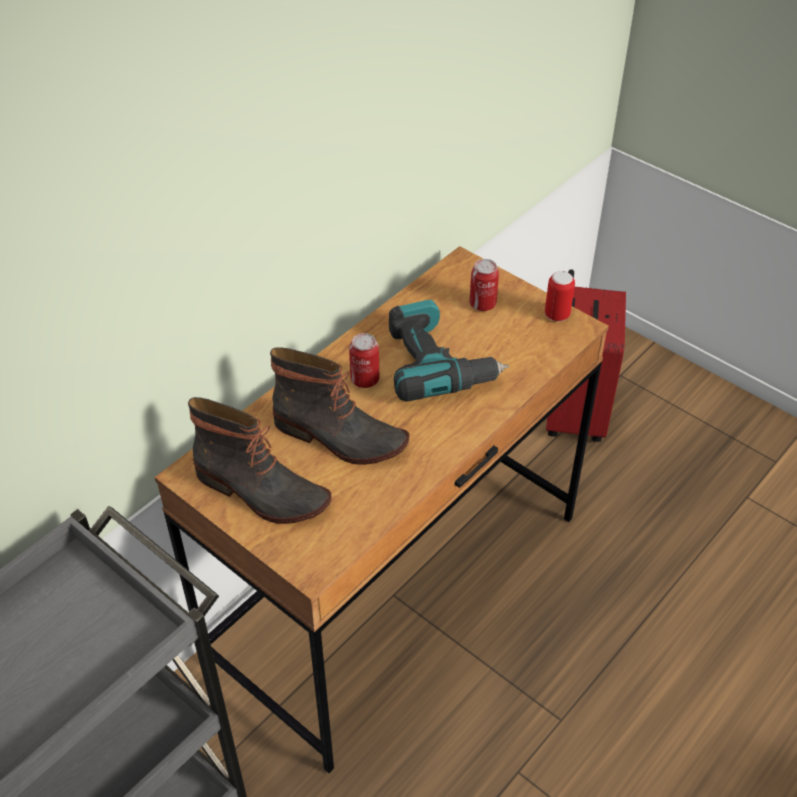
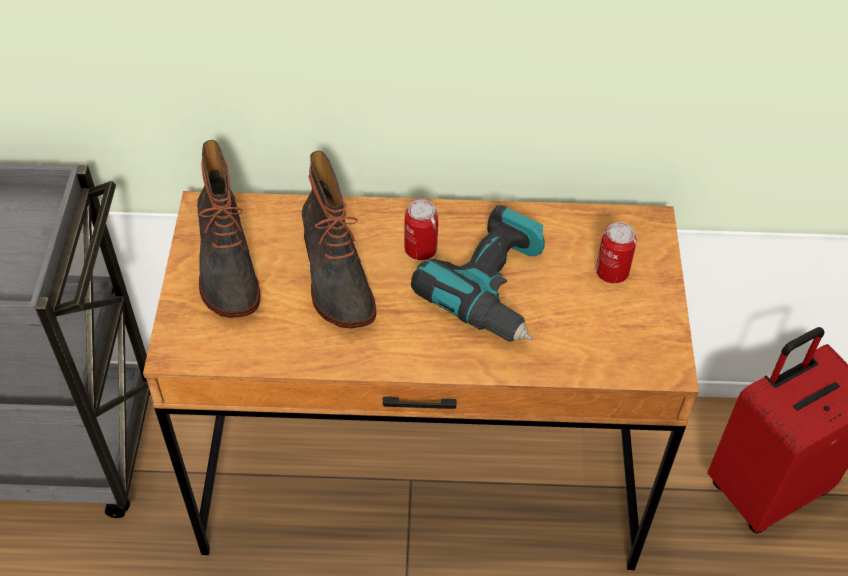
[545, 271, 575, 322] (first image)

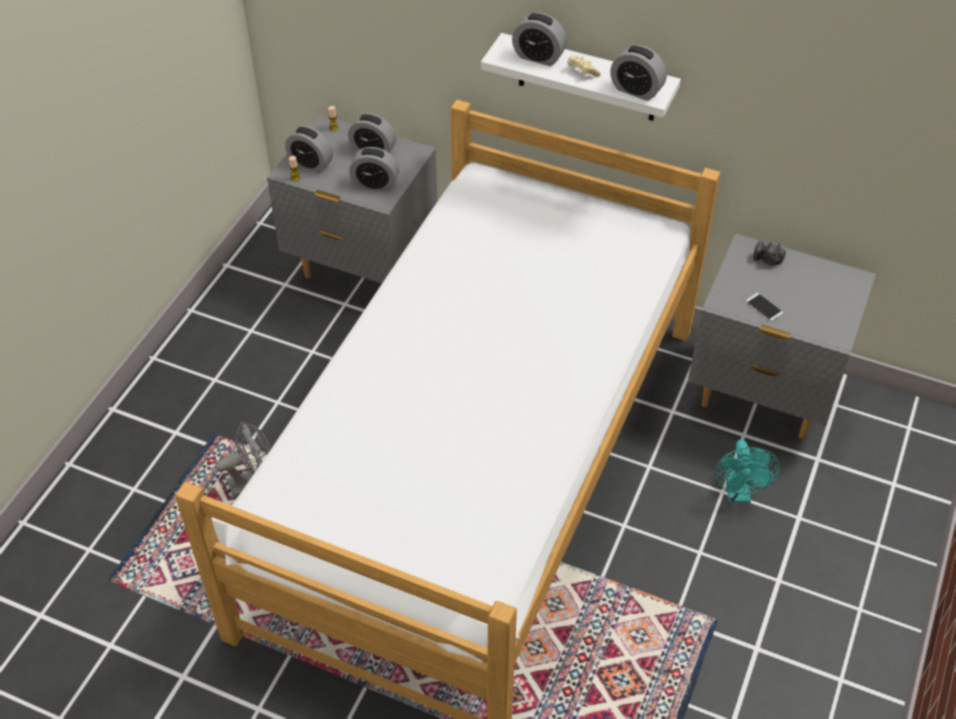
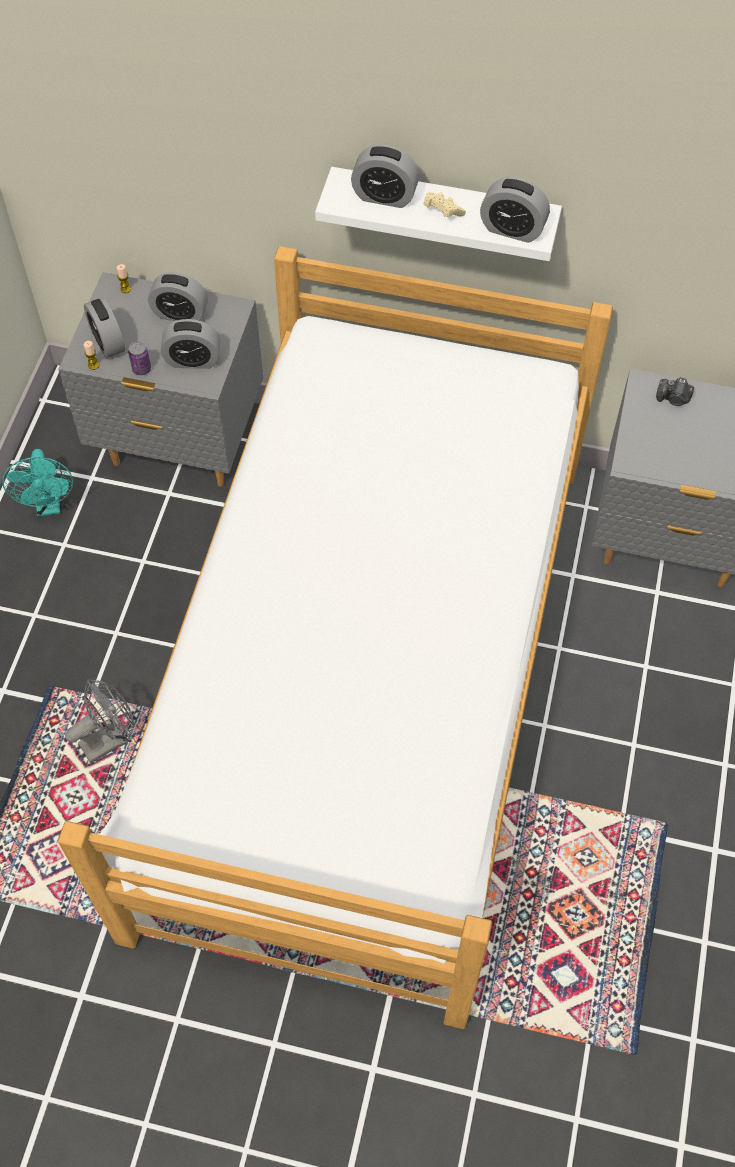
[746, 293, 783, 321] (first image)
[128, 342, 151, 375]
[2, 449, 73, 516]
[84, 297, 125, 359]

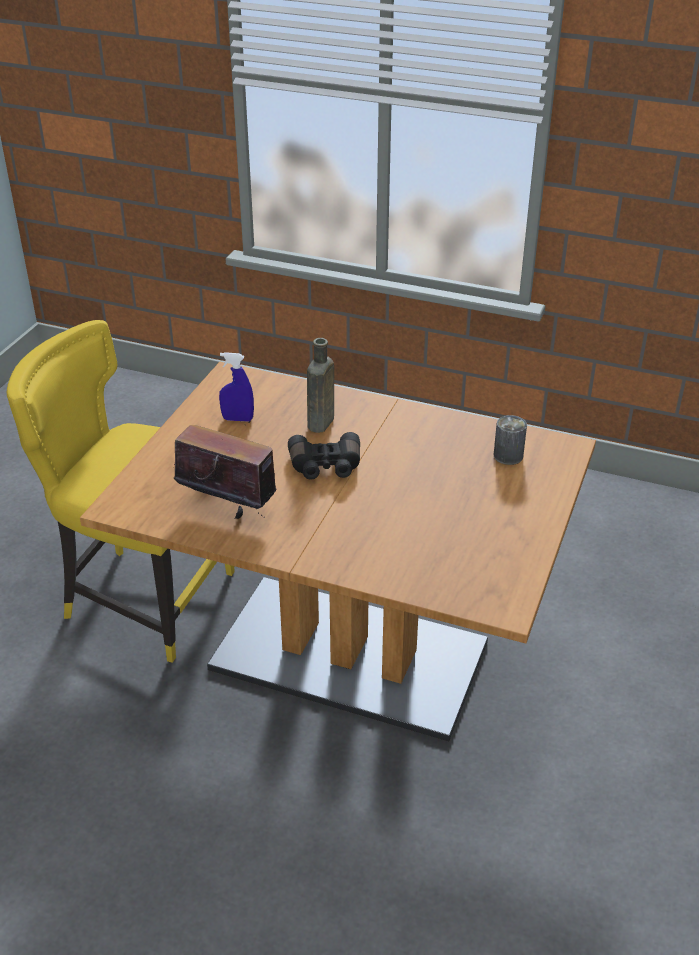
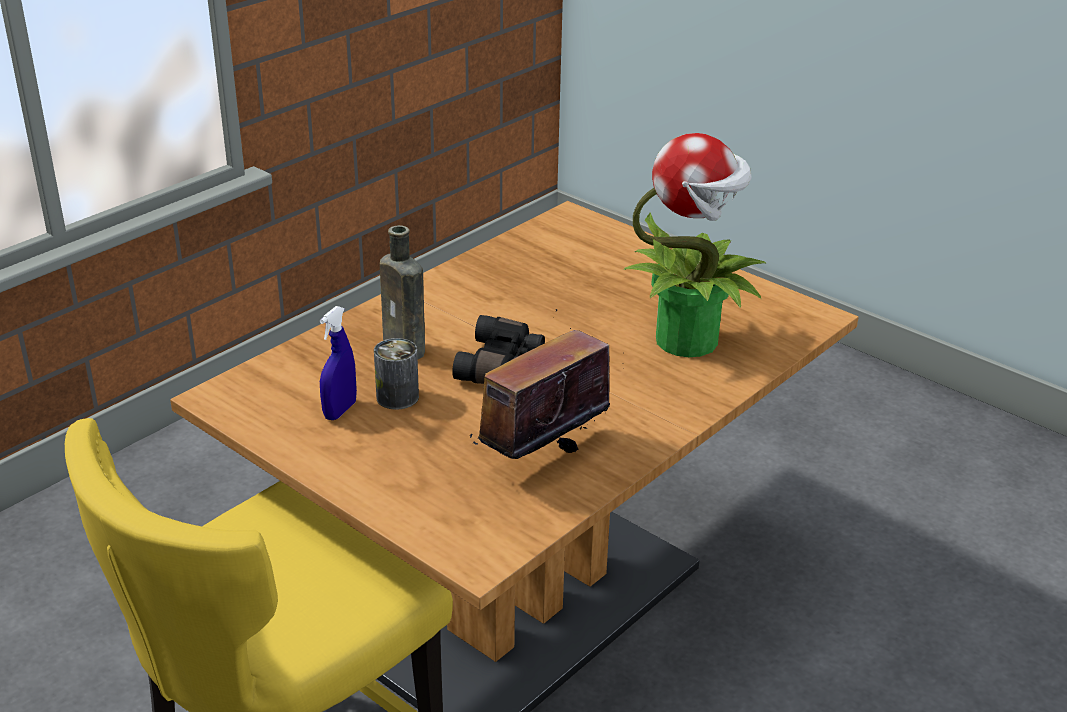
[623, 133, 767, 357]
[374, 338, 419, 410]

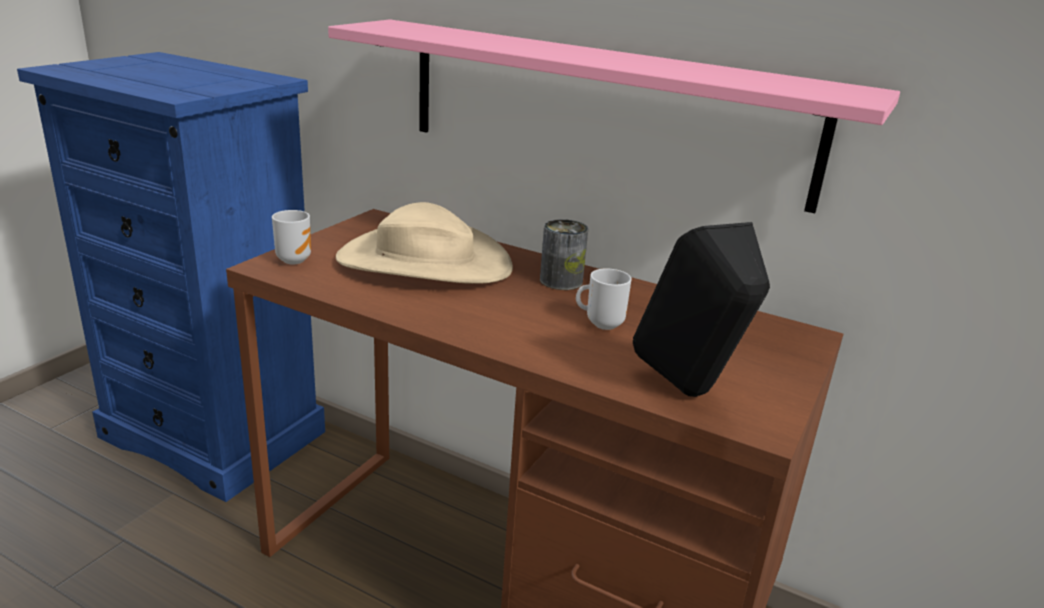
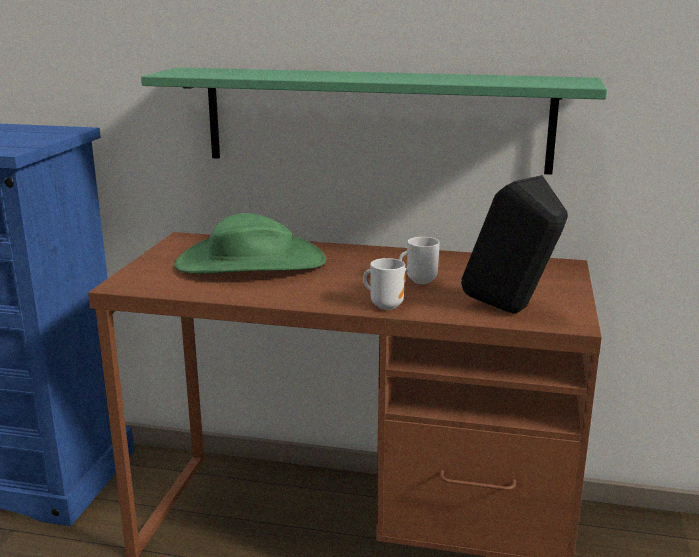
[540, 219, 588, 290] (first image)
[363, 258, 405, 310]
[141, 67, 607, 175]
[174, 213, 326, 274]

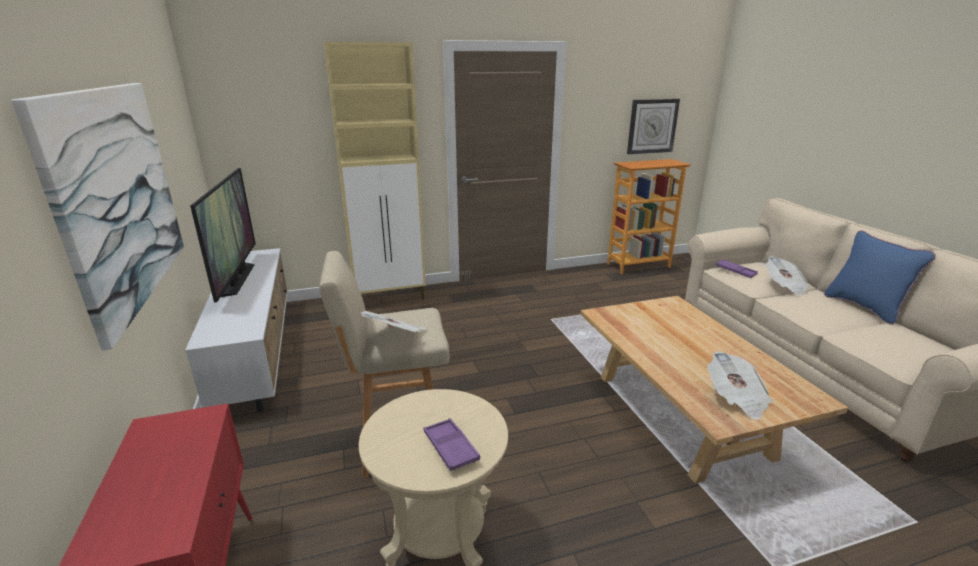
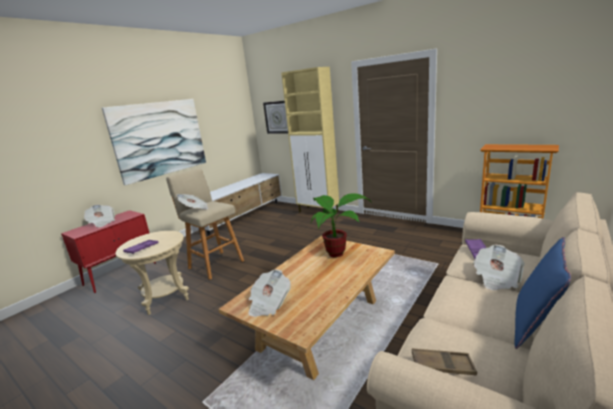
[190, 168, 256, 303] (first image)
[84, 205, 115, 227]
[311, 193, 372, 258]
[412, 348, 477, 376]
[263, 101, 288, 134]

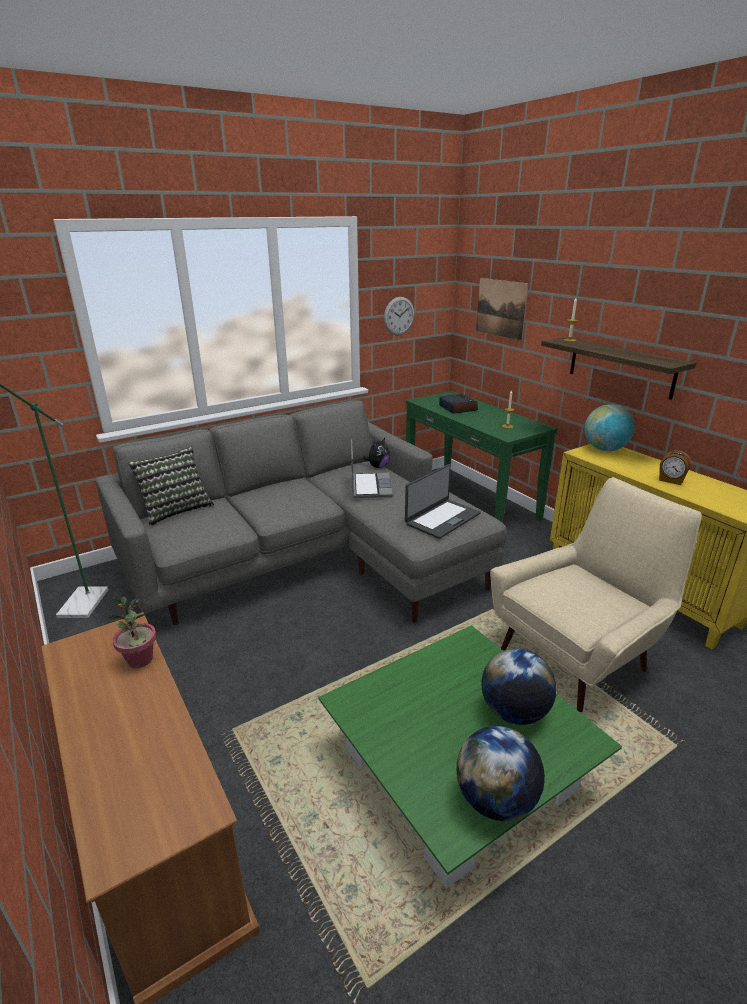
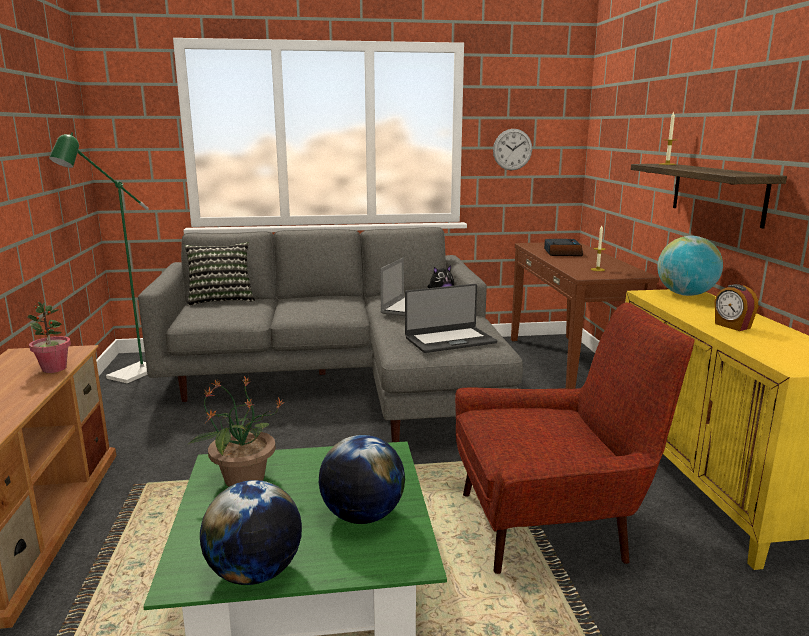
[476, 278, 529, 341] (first image)
[189, 376, 285, 487]
[511, 242, 659, 389]
[455, 302, 695, 574]

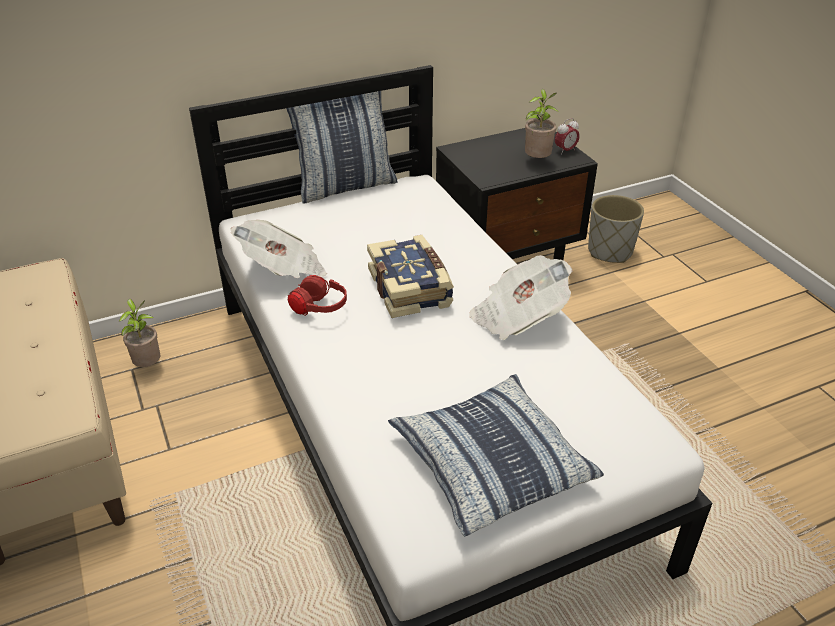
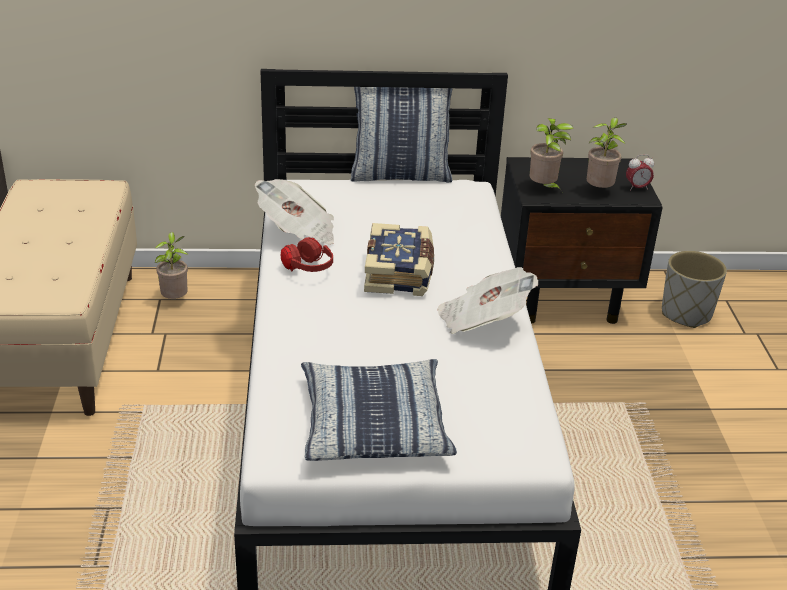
[530, 118, 574, 192]

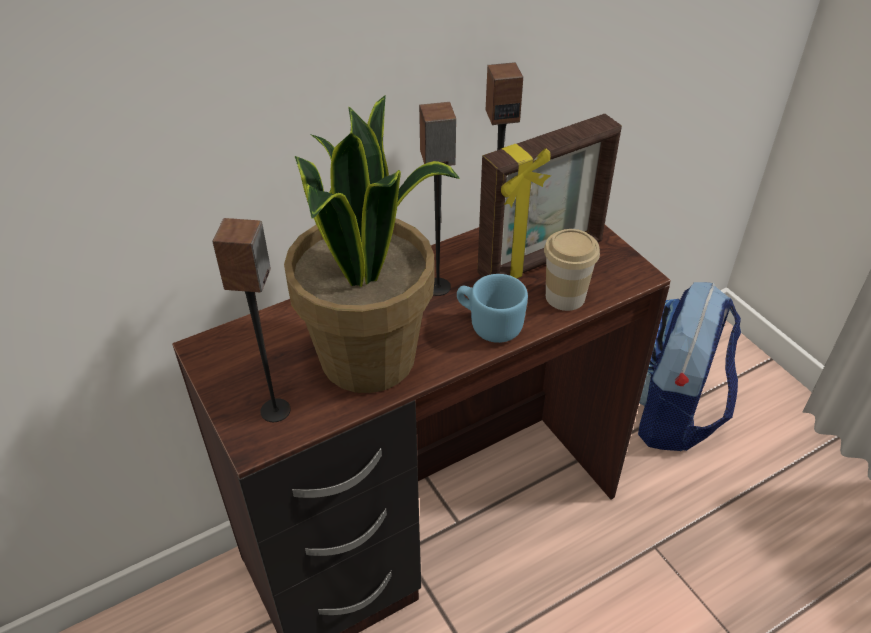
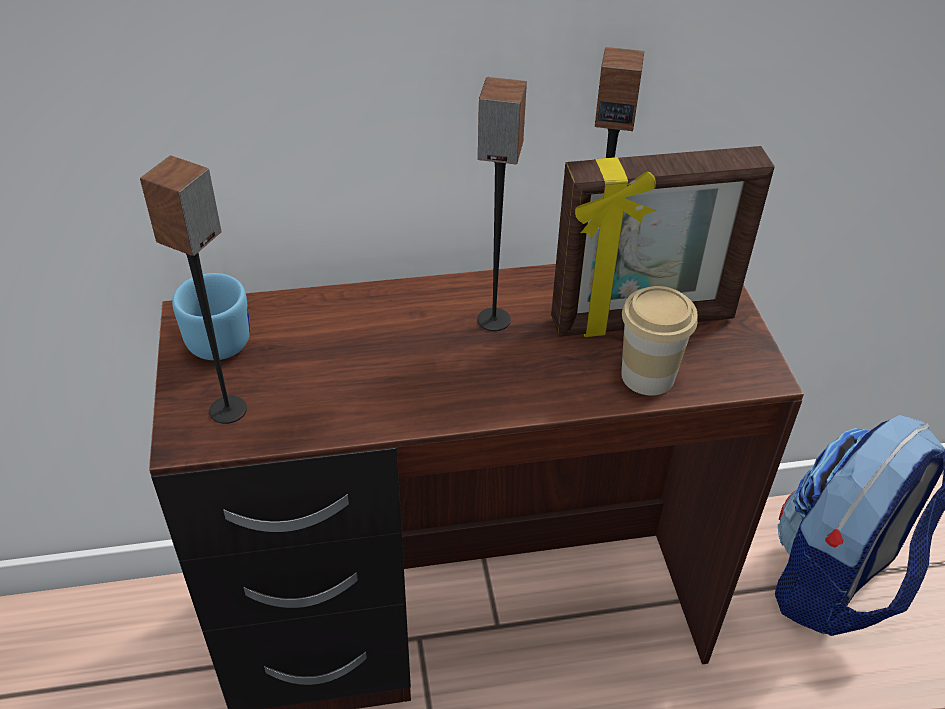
[284, 95, 460, 393] (first image)
[172, 273, 250, 360]

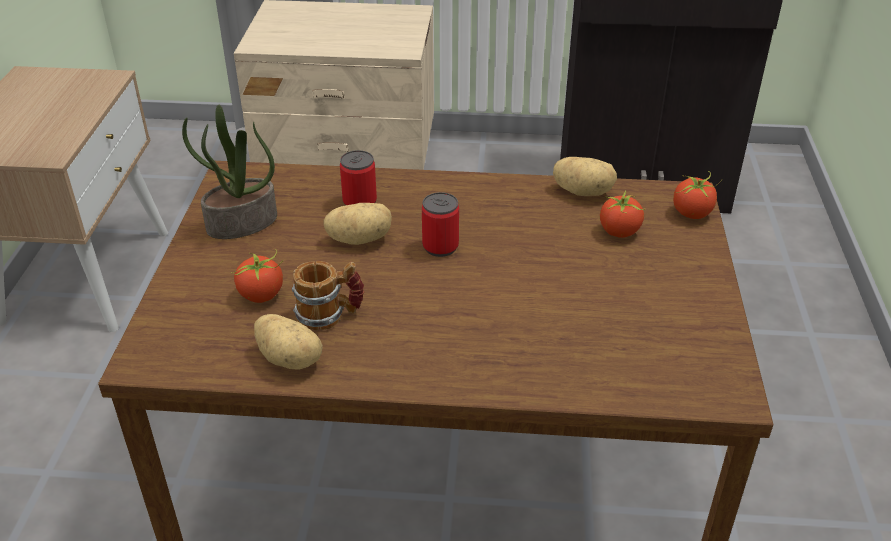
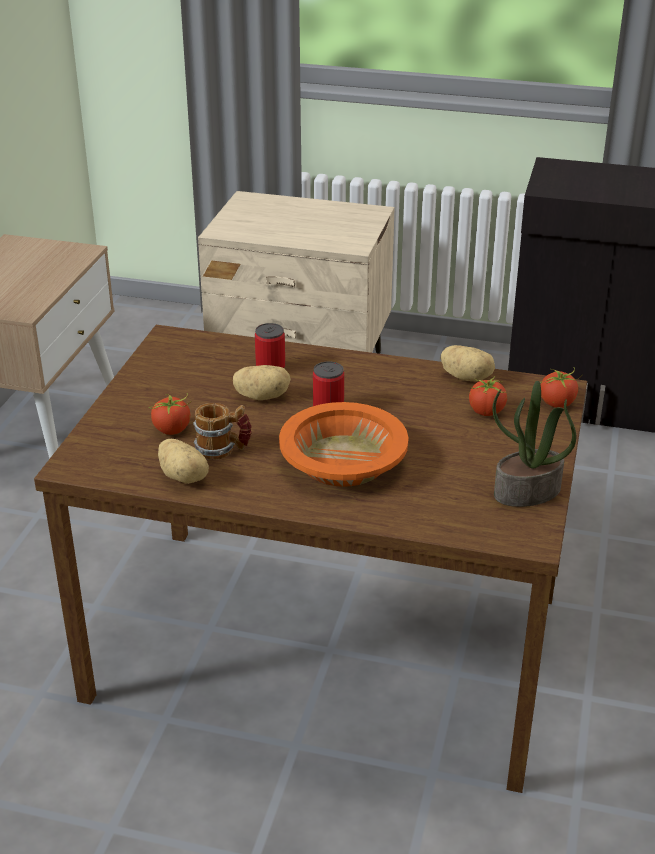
[279, 402, 408, 487]
[492, 381, 576, 507]

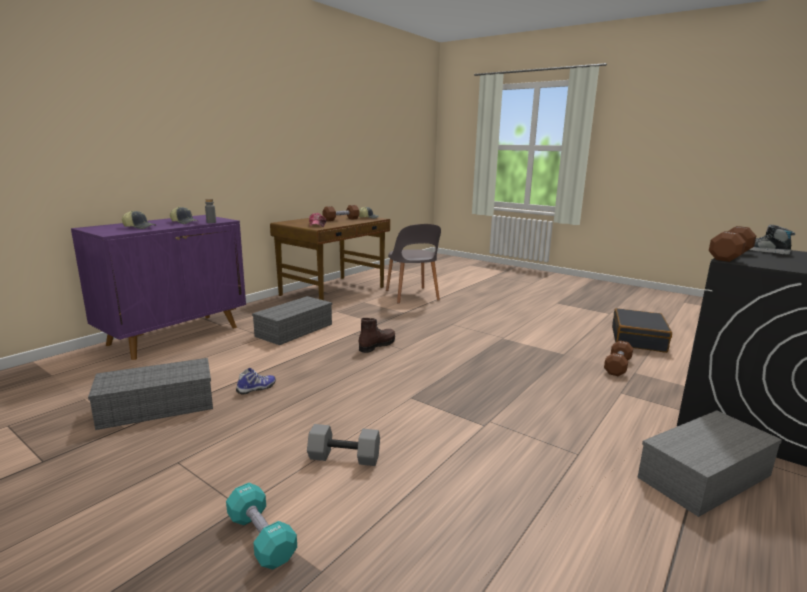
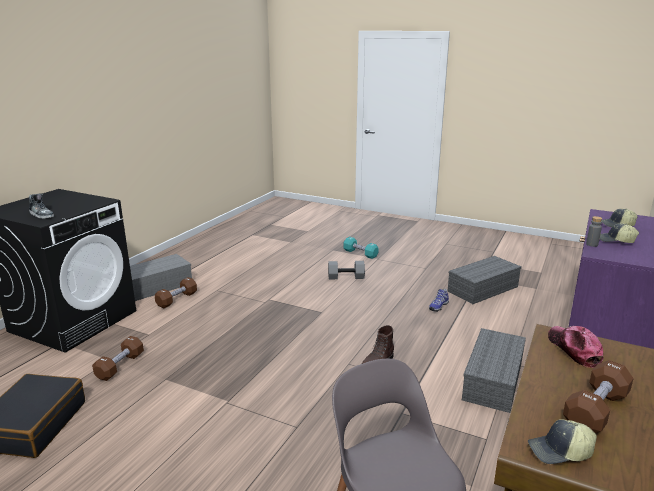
[155, 277, 197, 308]

